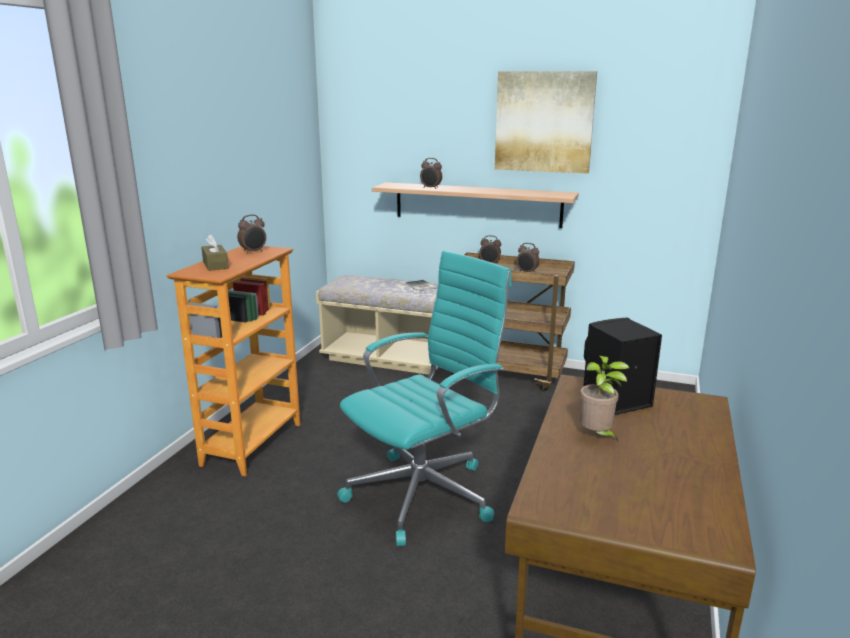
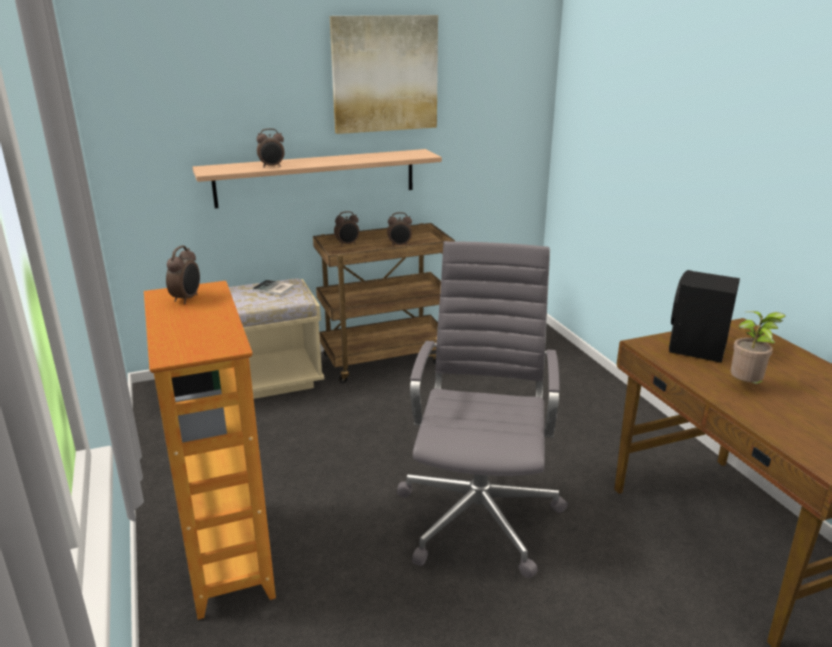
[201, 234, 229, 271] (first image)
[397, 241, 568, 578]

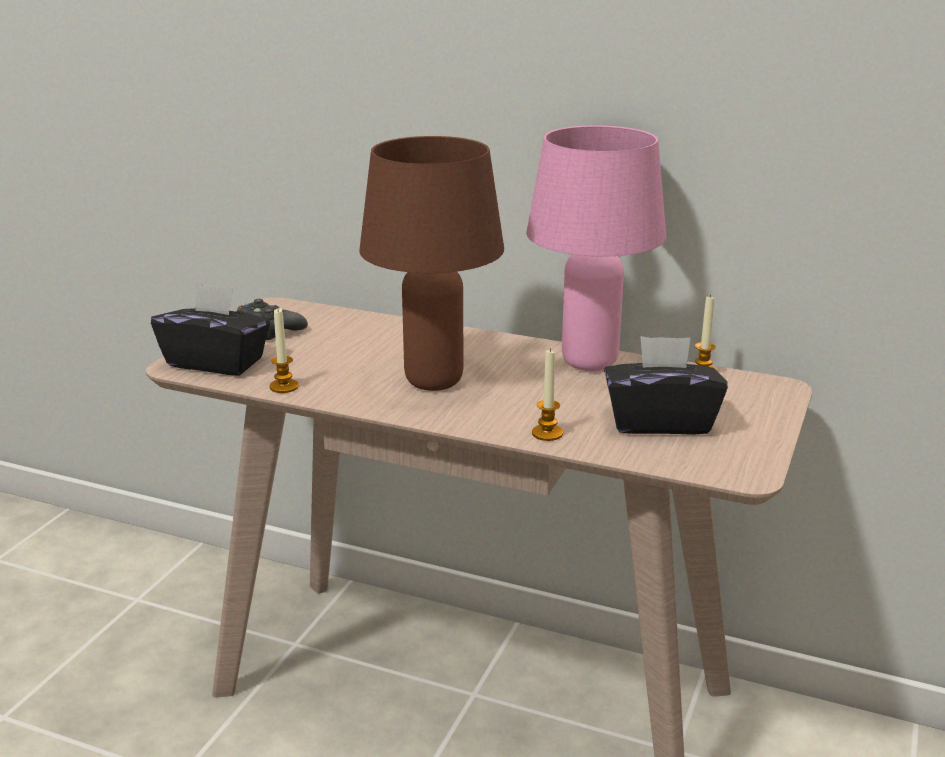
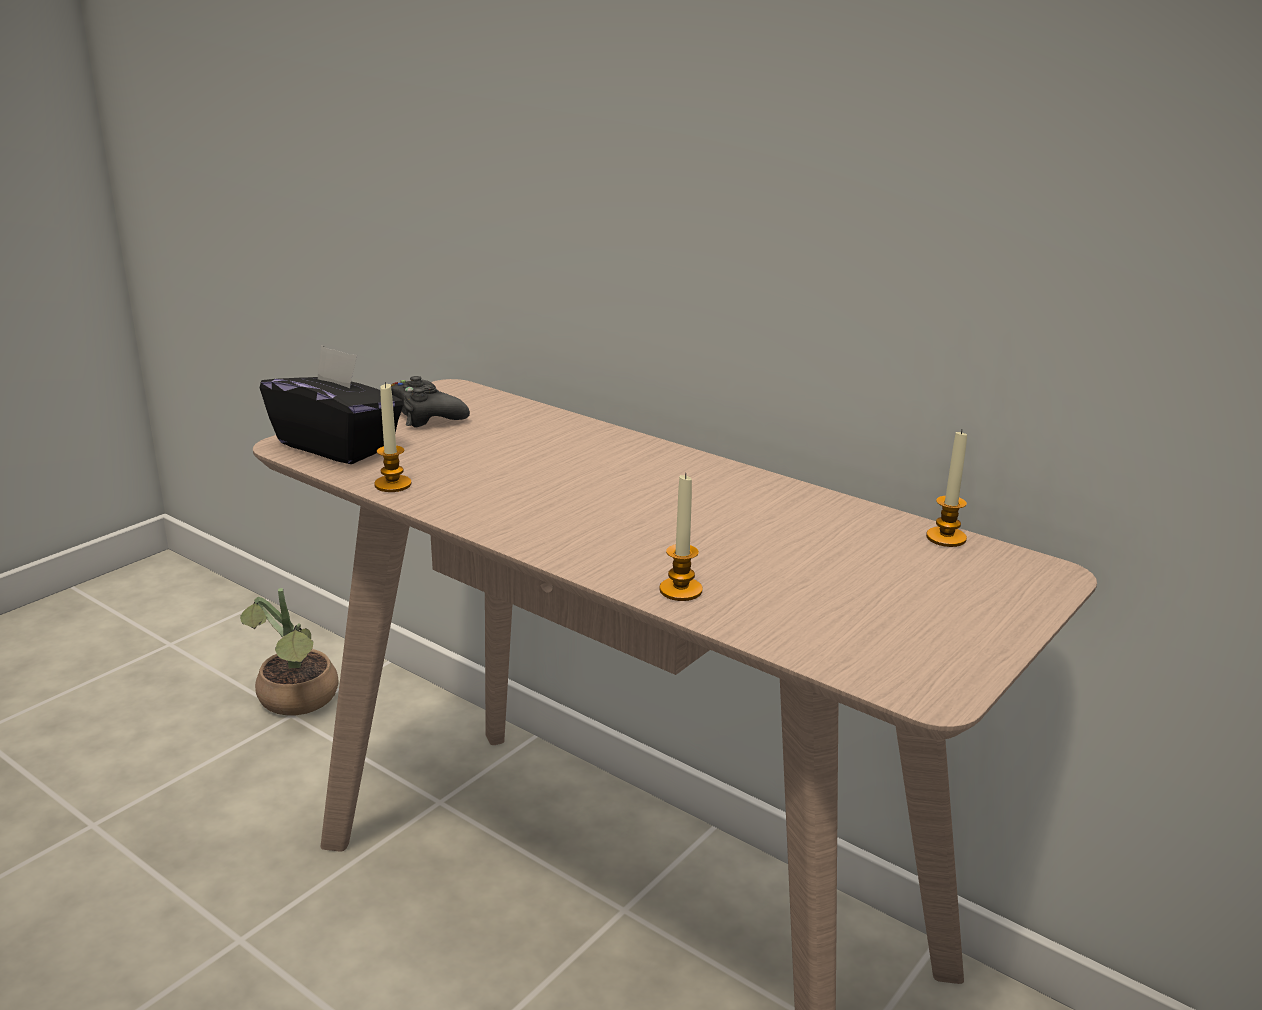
[359, 136, 504, 391] (first image)
[526, 125, 666, 371] (first image)
[604, 336, 728, 435] (first image)
[240, 588, 339, 715]

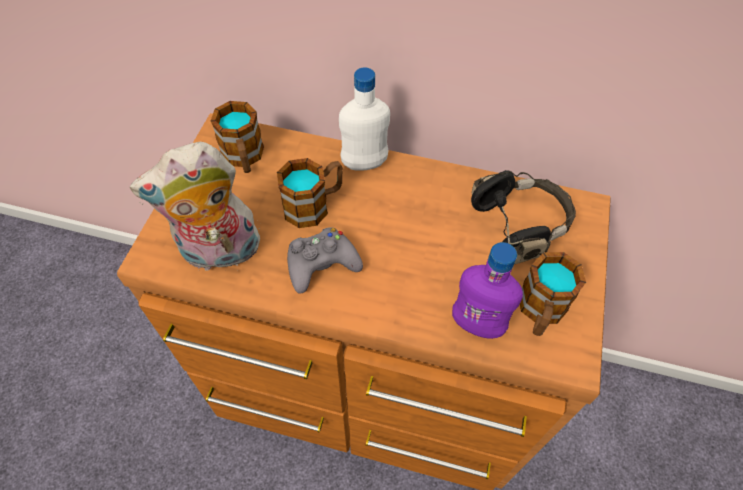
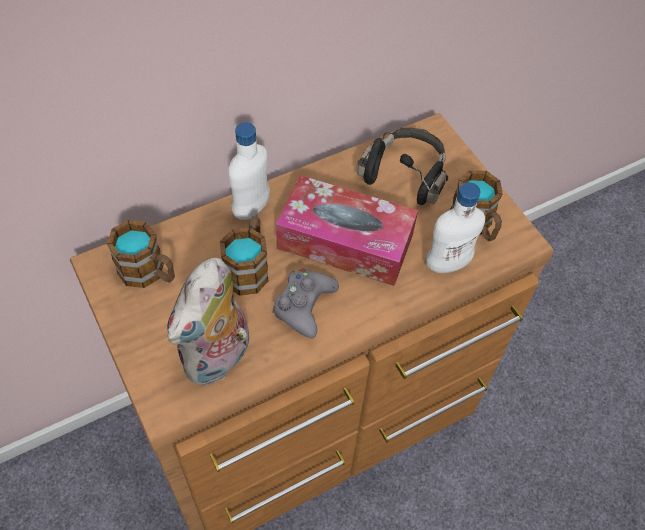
[276, 175, 418, 286]
[426, 182, 485, 273]

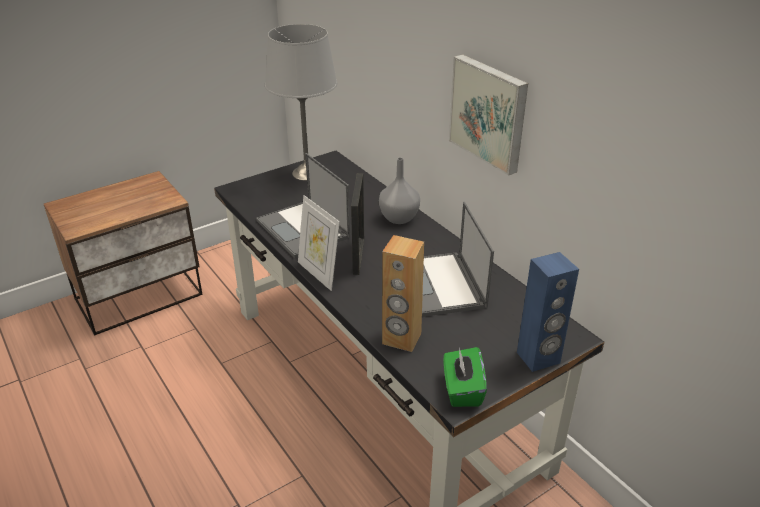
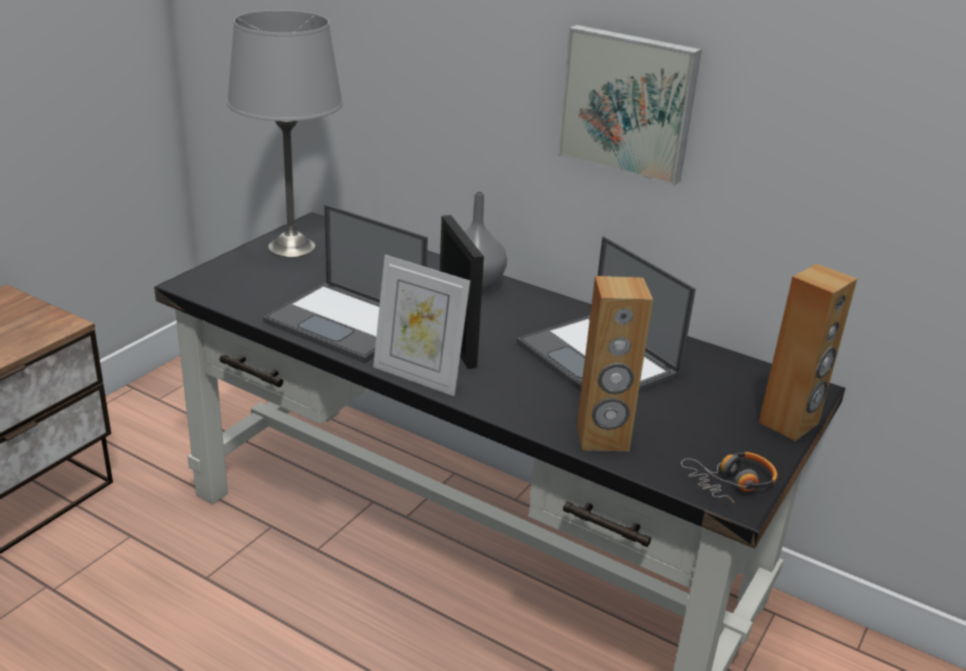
[681, 452, 777, 503]
[759, 264, 857, 441]

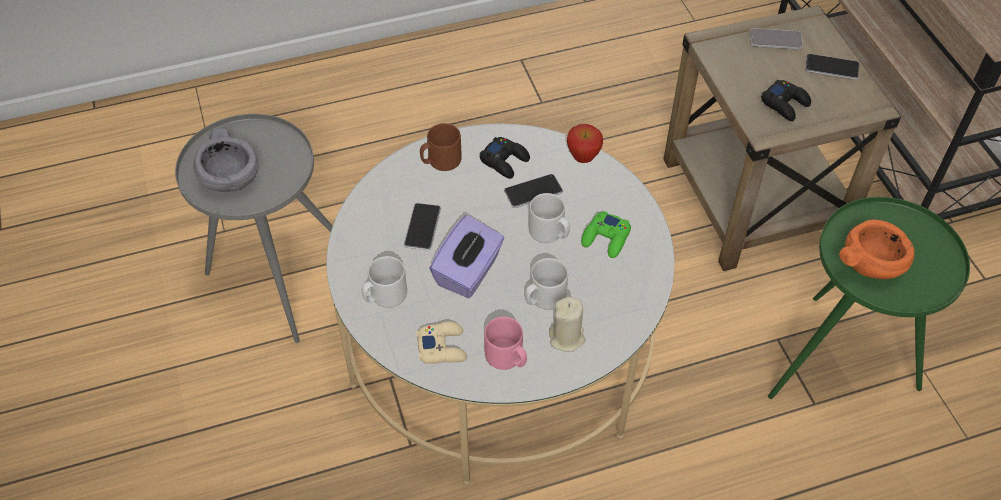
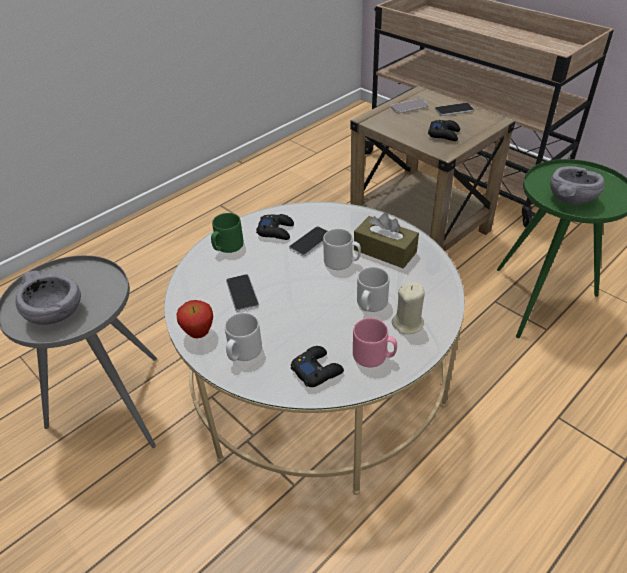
[429, 215, 505, 298] (first image)
[176, 300, 213, 338]
[354, 213, 419, 268]
[291, 346, 344, 387]
[211, 213, 244, 253]
[550, 166, 604, 205]

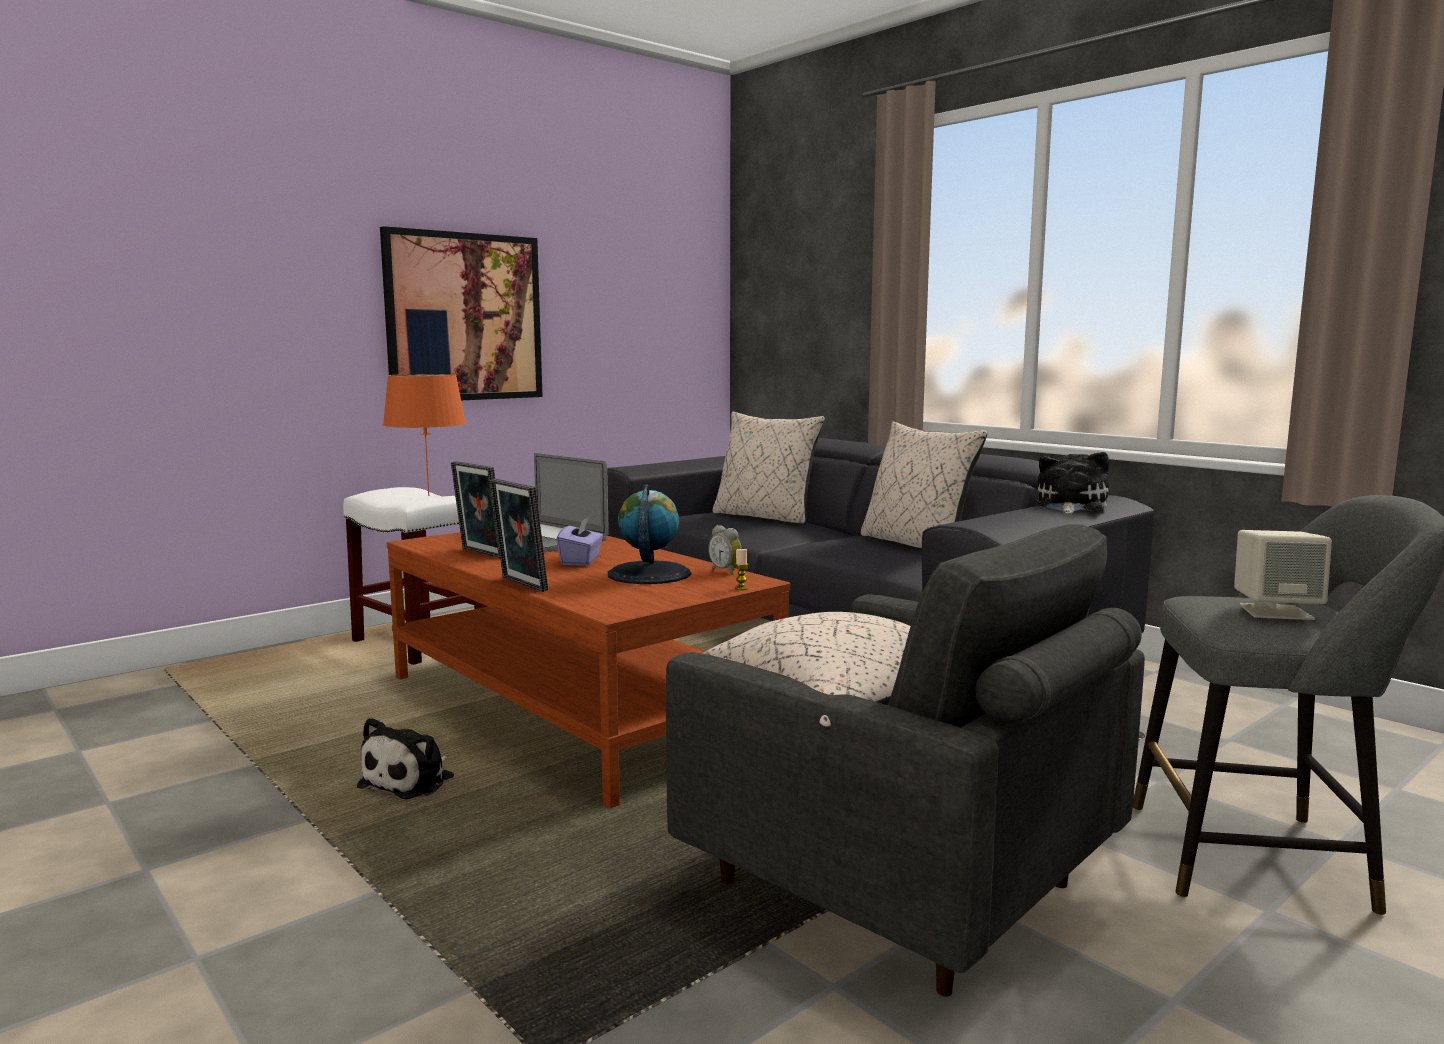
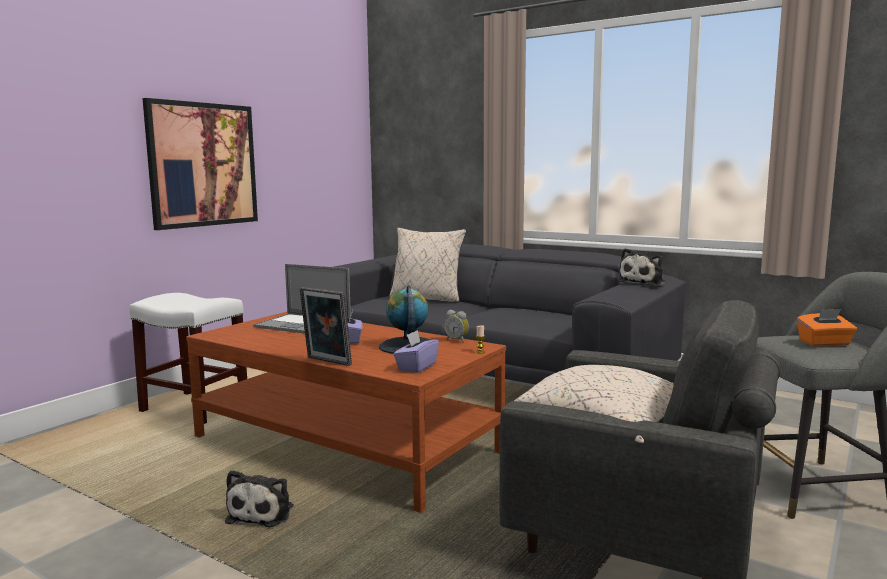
[383, 374, 466, 496] (first image)
[451, 461, 500, 558] (first image)
[861, 422, 987, 549] (first image)
[393, 330, 439, 373]
[796, 309, 857, 347]
[618, 248, 666, 285]

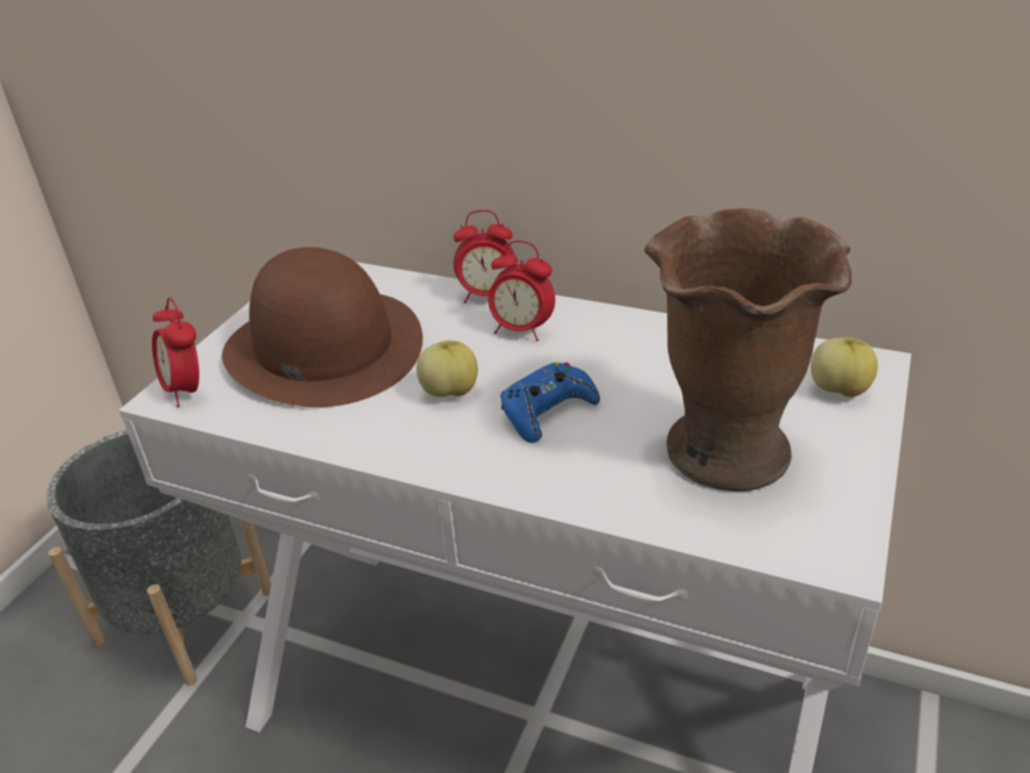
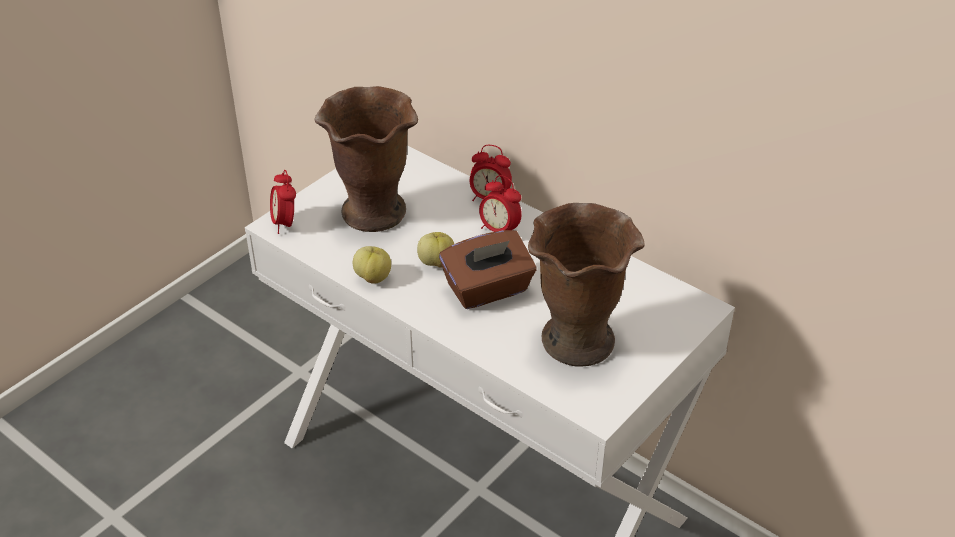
[46, 430, 271, 686] (first image)
[353, 246, 391, 284]
[314, 86, 418, 232]
[439, 230, 537, 309]

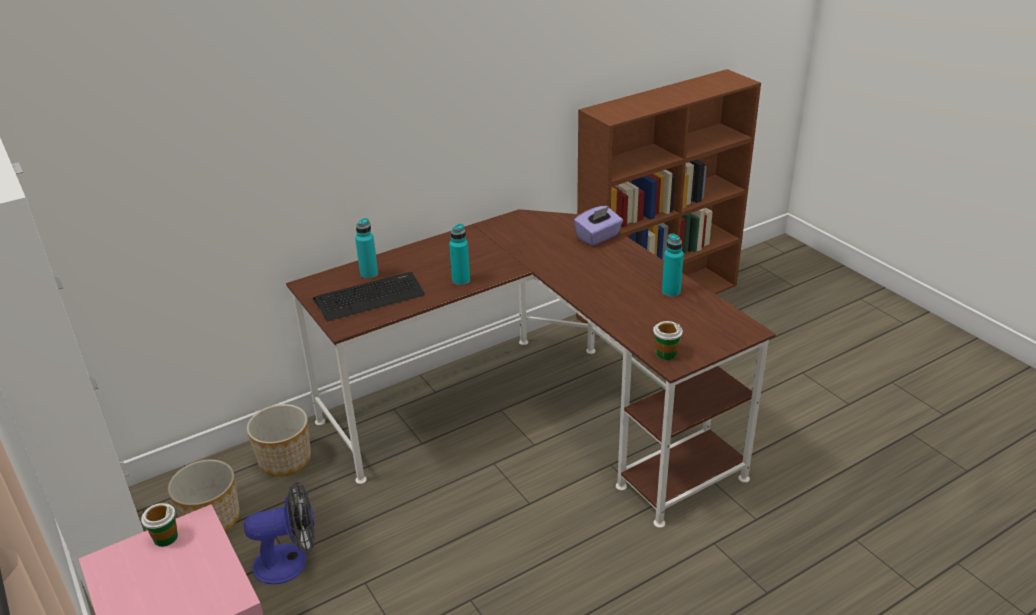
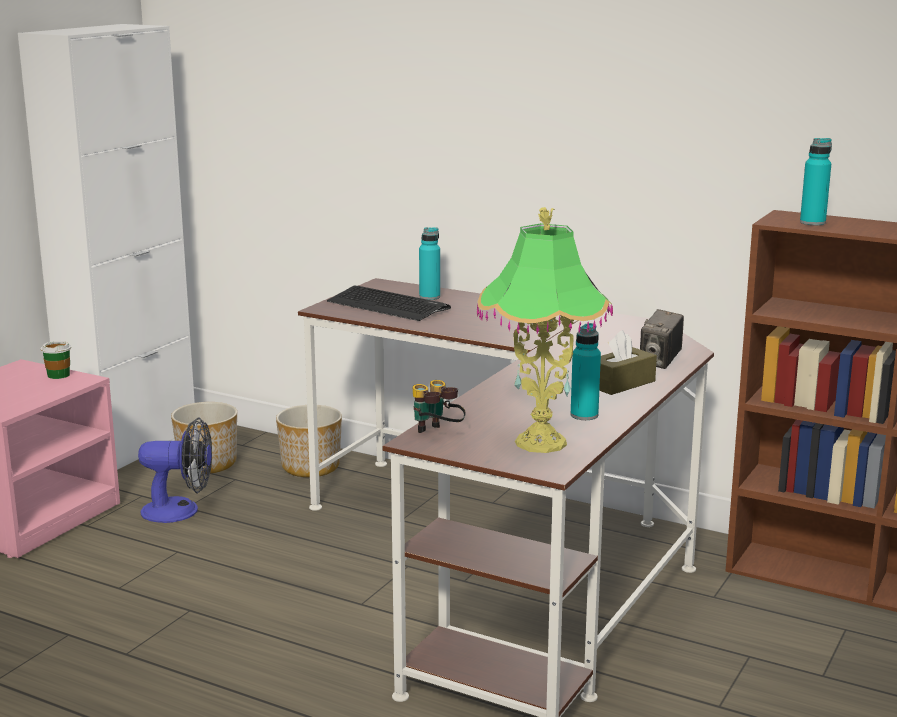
[477, 207, 613, 453]
[599, 330, 657, 395]
[800, 138, 832, 225]
[640, 309, 684, 369]
[413, 380, 466, 433]
[138, 417, 212, 523]

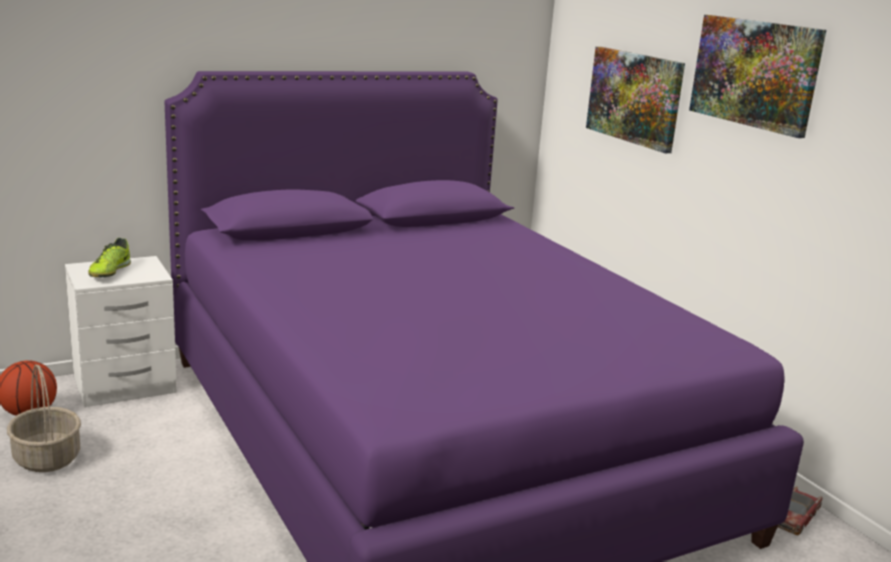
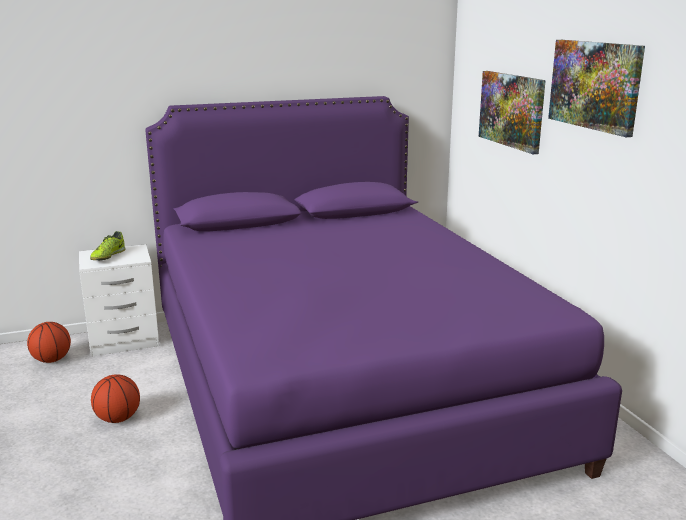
[7, 364, 81, 472] (first image)
[778, 486, 822, 535] (first image)
[91, 374, 140, 423]

